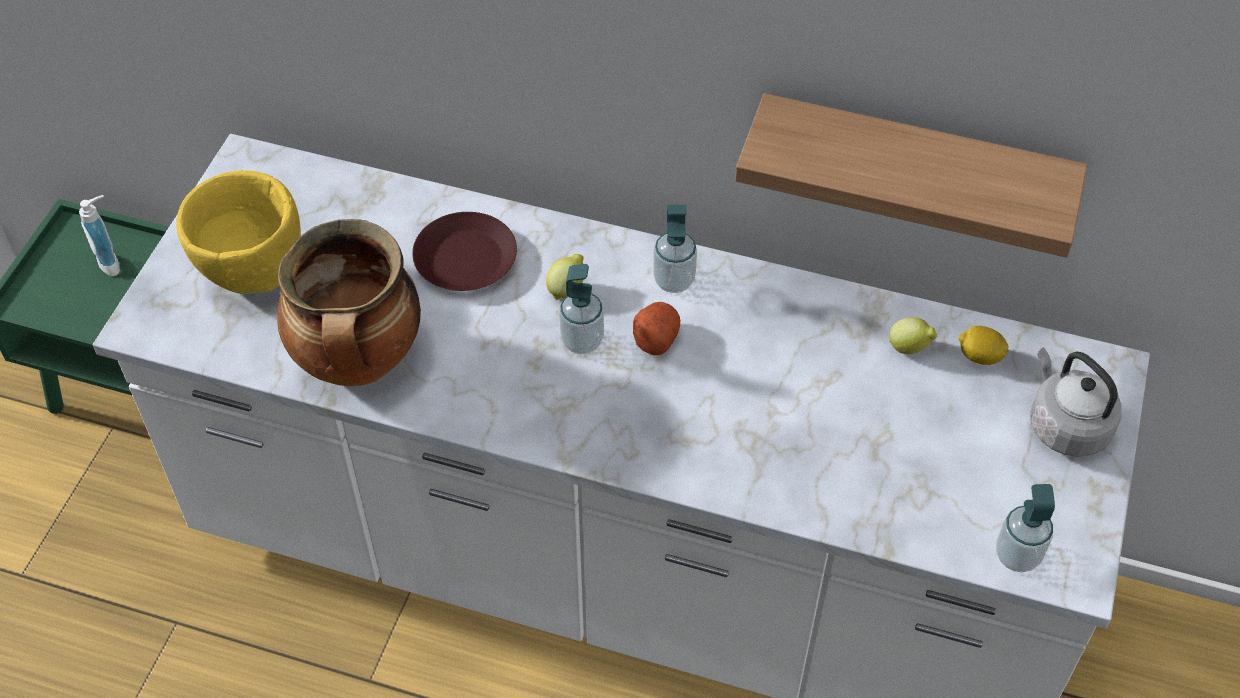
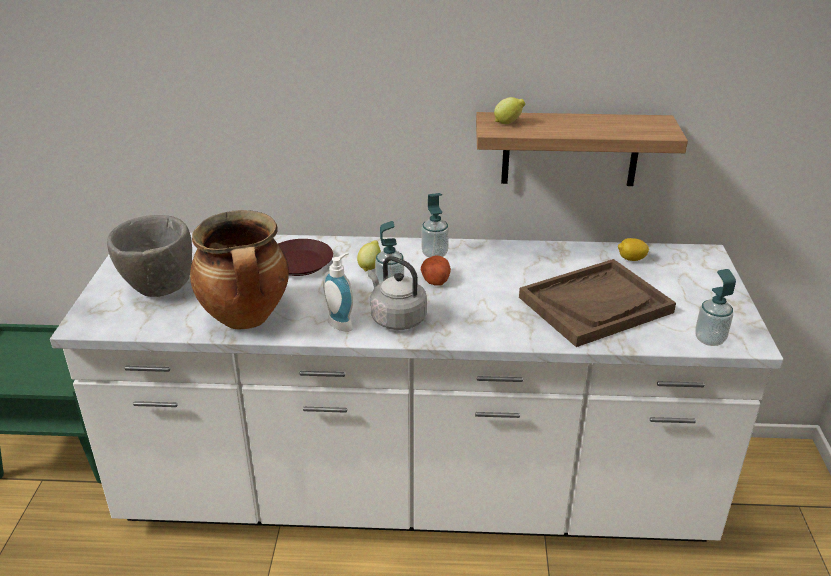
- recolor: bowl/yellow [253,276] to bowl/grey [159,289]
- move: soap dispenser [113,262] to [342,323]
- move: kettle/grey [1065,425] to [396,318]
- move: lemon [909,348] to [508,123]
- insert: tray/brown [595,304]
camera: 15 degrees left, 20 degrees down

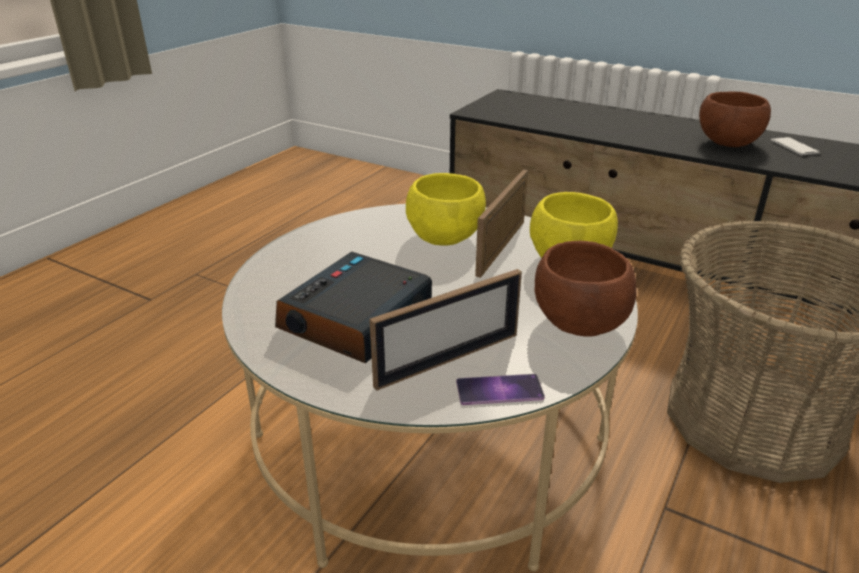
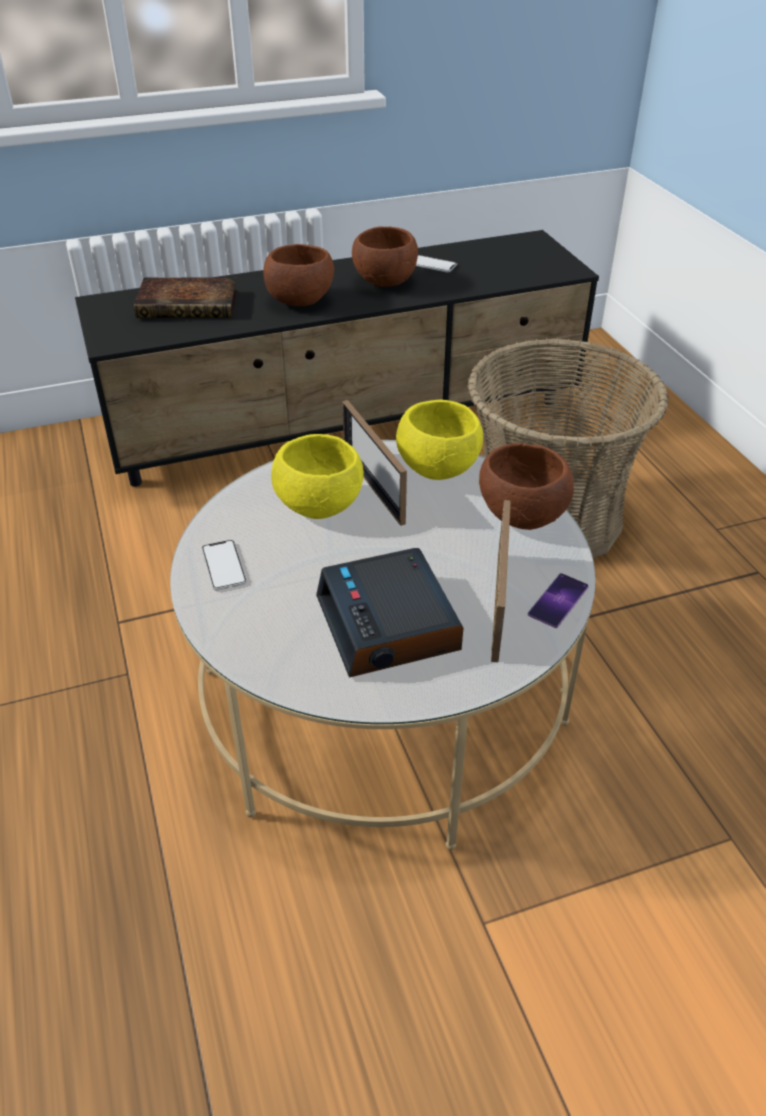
- insert: book [191,304]
- insert: phone [224,566]
- insert: bowl/brown [299,301]
camera: 50 degrees left, 10 degrees up

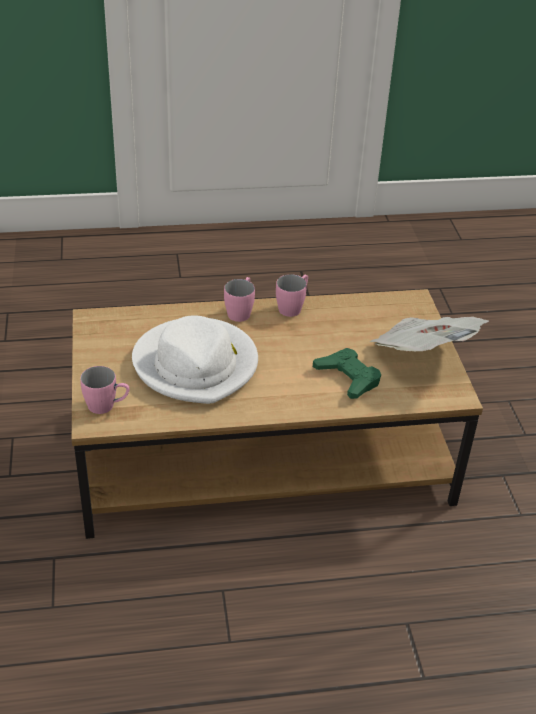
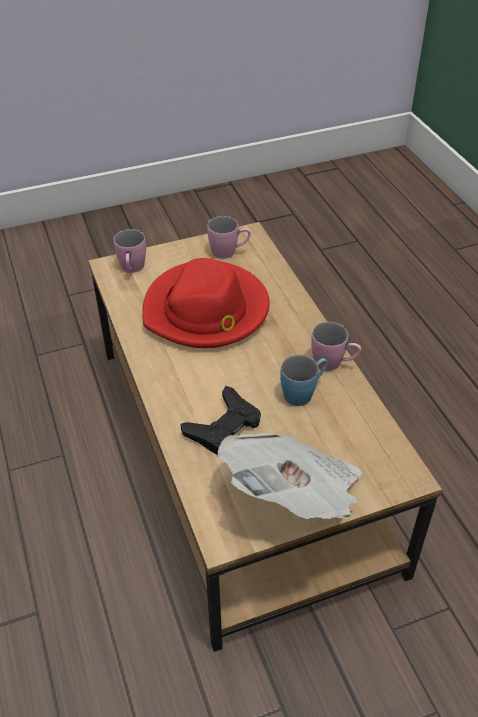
- recolor: hat/white [196,364] to hat/red [206,310]
- recolor: game controller/green [348,377] to game controller/black [224,427]
- move: mug/pink [240,311] to [229,252]
- insert: mug/blue [303,392]
camera: 80 degrees right, 5 degrees up

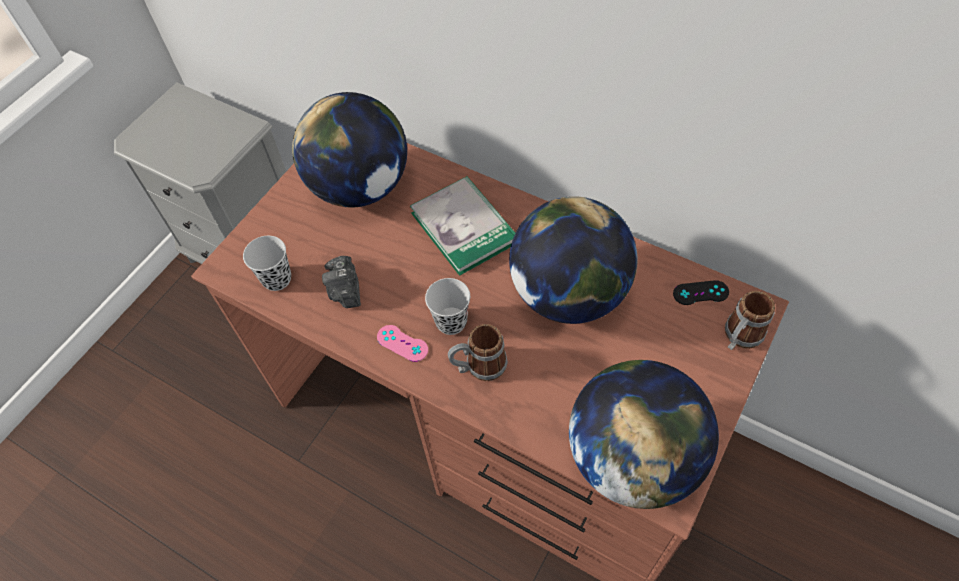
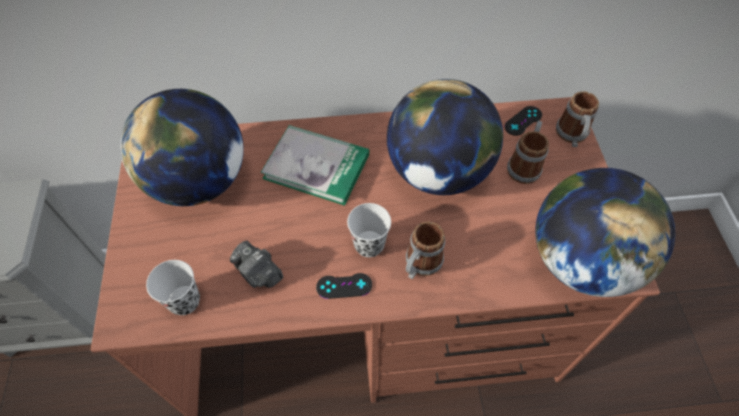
- recolor: game controller/pink [402,343] to game controller/black [344,286]
- insert: mug [525,165]
camera: 40 degrees left, 0 degrees up

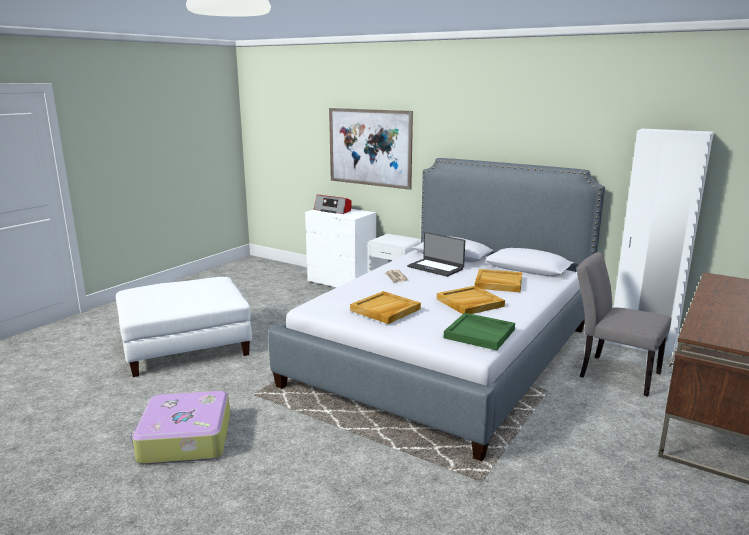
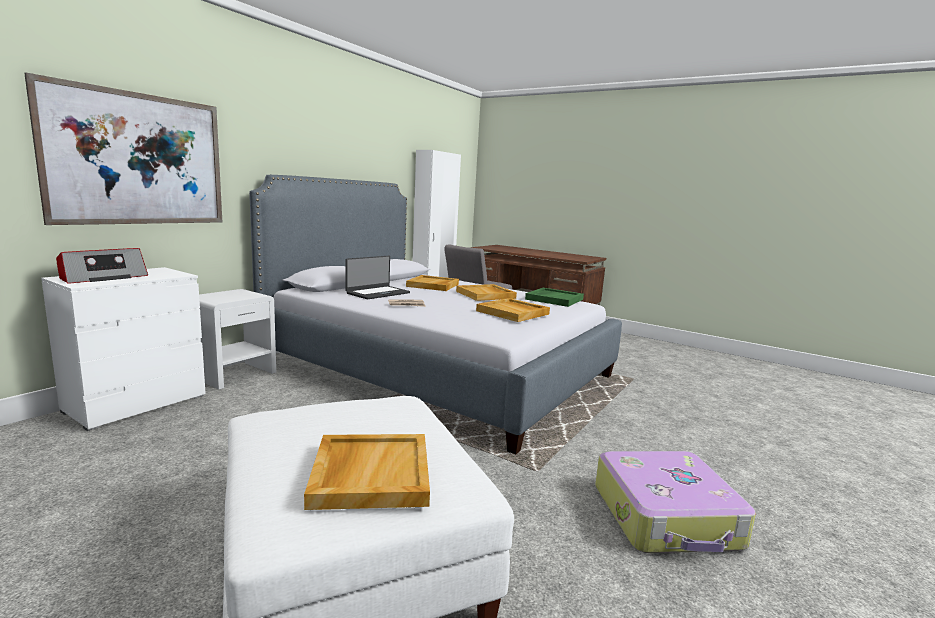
- insert: tray/beige [370,474]
camera: 90 degrees left, 5 degrees down

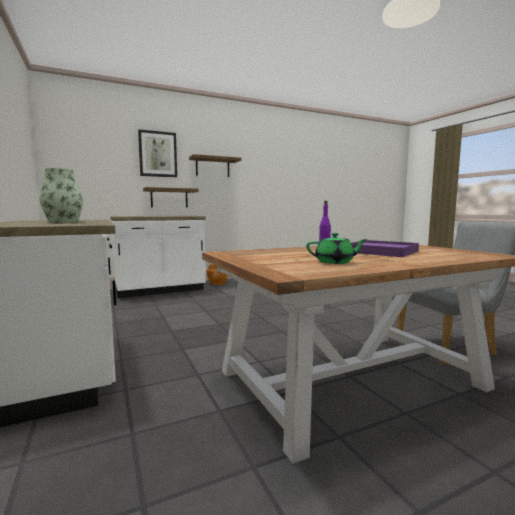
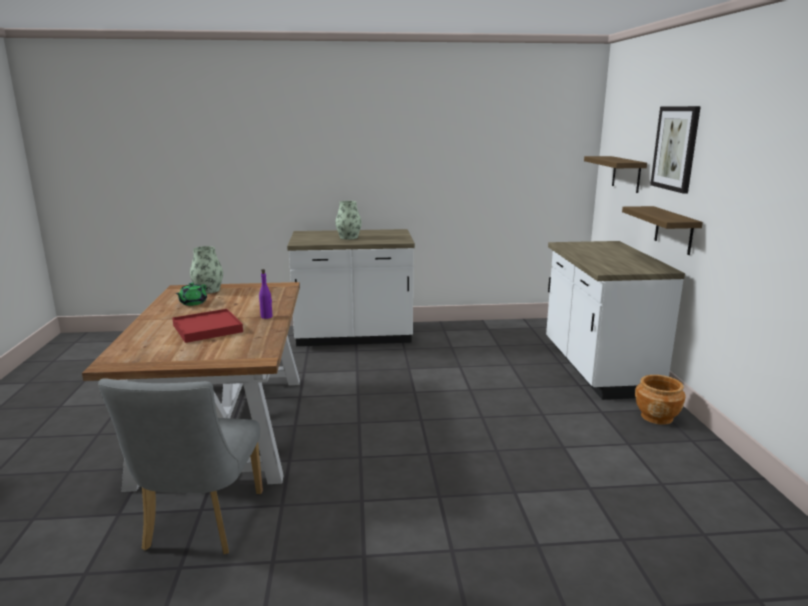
- recolor: tray/purple [381,252] to tray/red [208,328]
- insert: vase [208,290]
- move: shelf [212,167] to [626,174]
camera: 110 degrees right, 10 degrees up

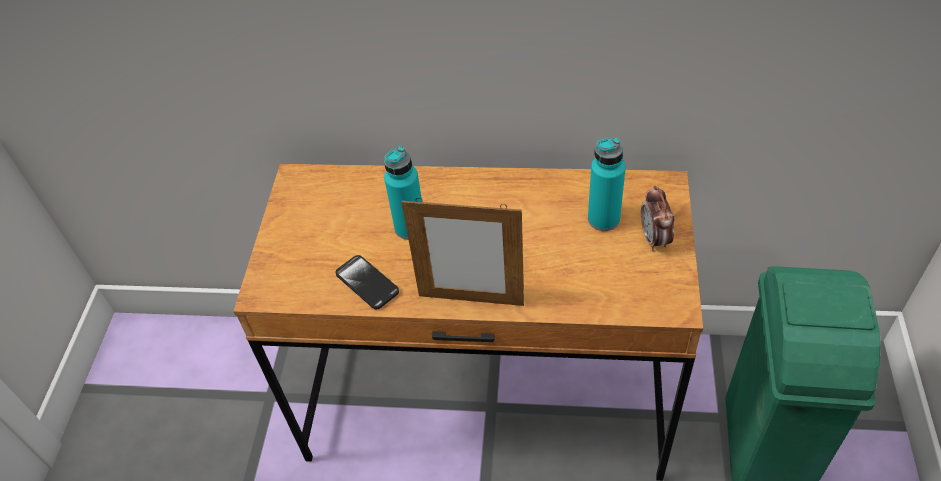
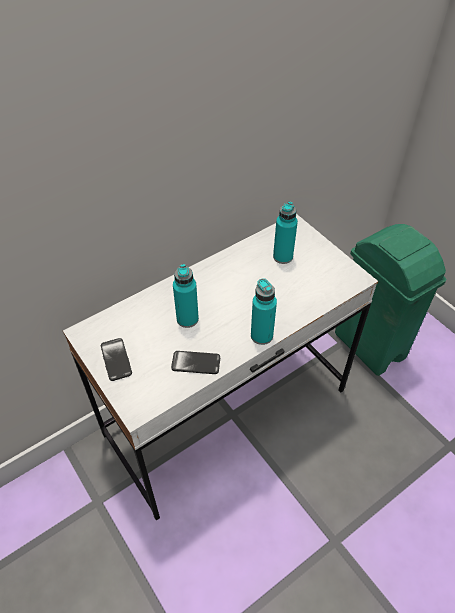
- recolor: desk/brown [487,400] to desk/white [227,412]
- insert: phone [116,360]
- replace: picture frame [471,300] to bottle/turquoise [261,335]
- delete: alarm clock [654,239]
camera: 45 degrees left, 0 degrees up

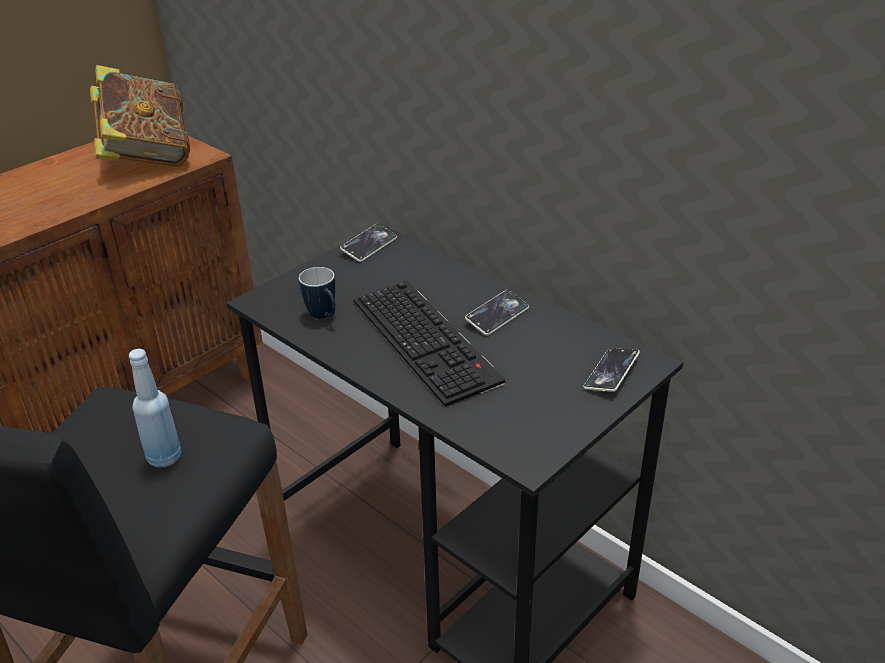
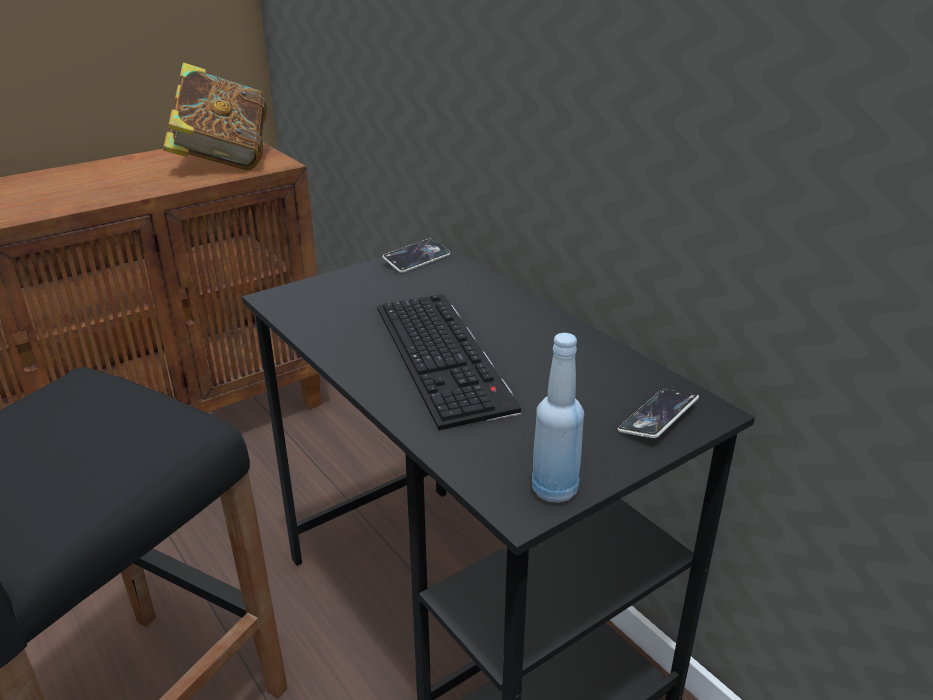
- move: bottle/blue [164,457] to [554,490]
- delete: mug [324,316]
- delete: phone [497,316]
camera: 10 degrees right, 5 degrees down

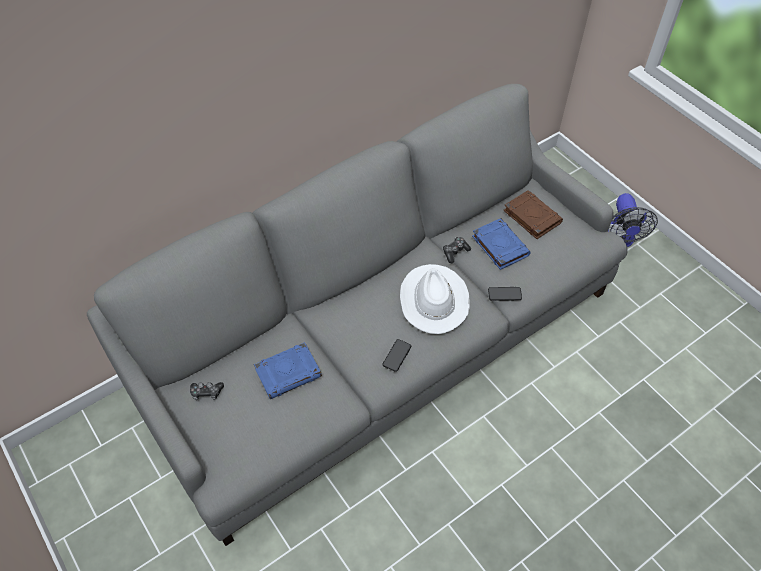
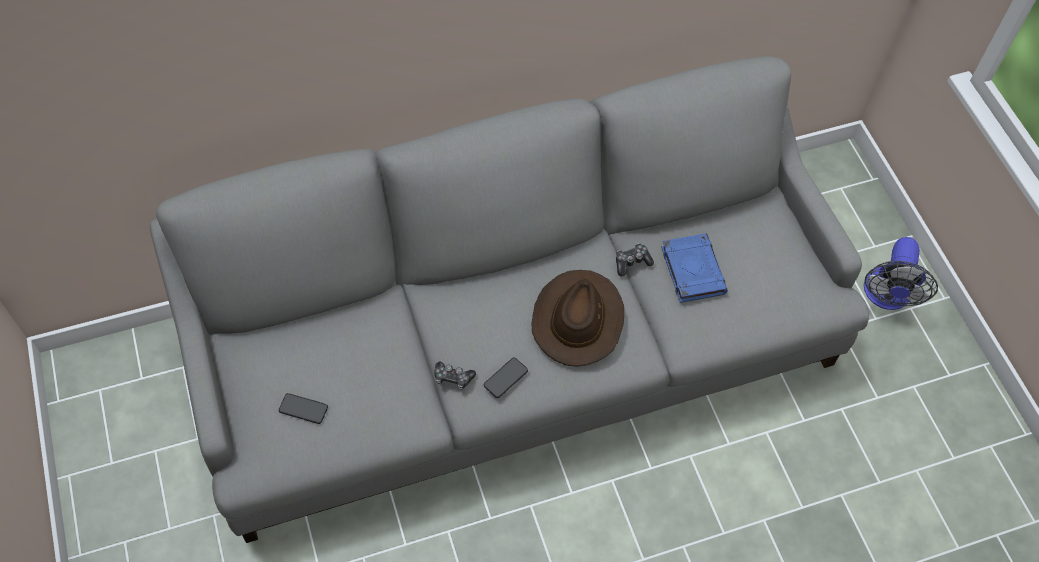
- move: phone [504,294] to [303,409]
- move: game controller [206,393] to [453,378]
- recolor: hat/white [433,300] to hat/brown [577,319]
- delete: book/blue [289,373]
- delete: book/brown [531,216]
camera: 15 degrees right, 5 degrees up

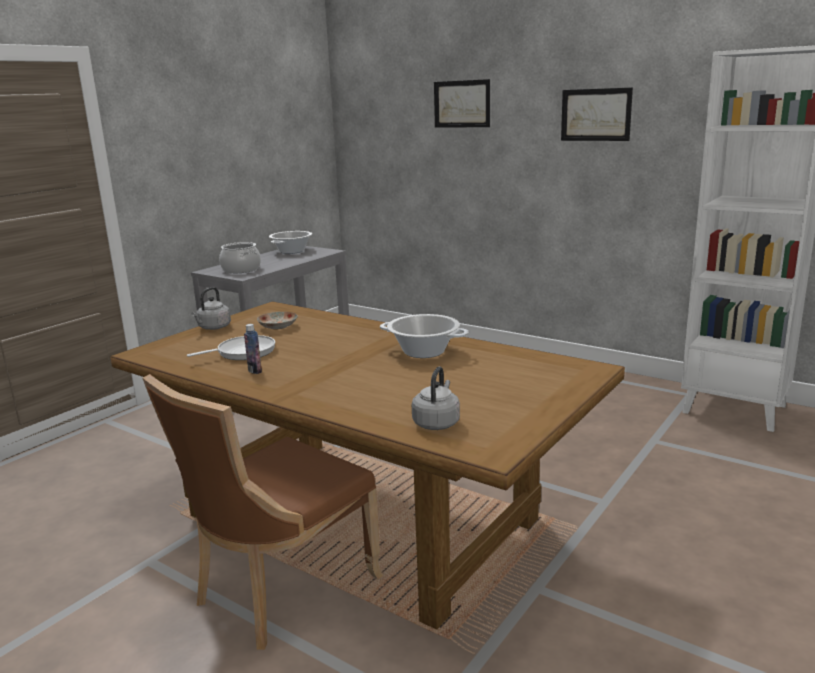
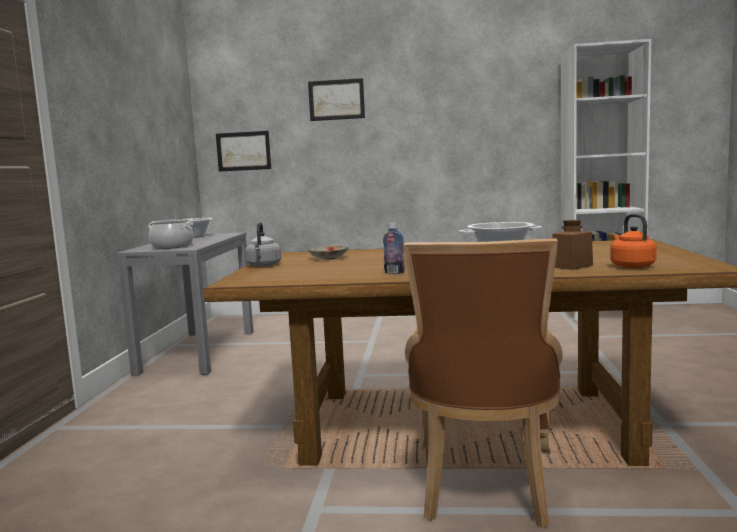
- move: picture [595,115] to [243,151]
- insert: jar/brown [572,266]
- recolor: kettle/grey [437,422] to kettle/orange [631,266]
- delete: frying pan [243,352]
camera: 30 degrees left, 10 degrees down

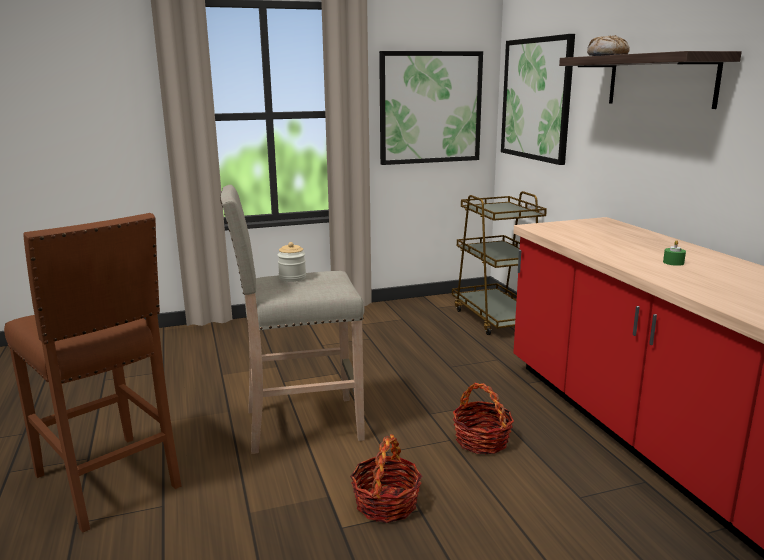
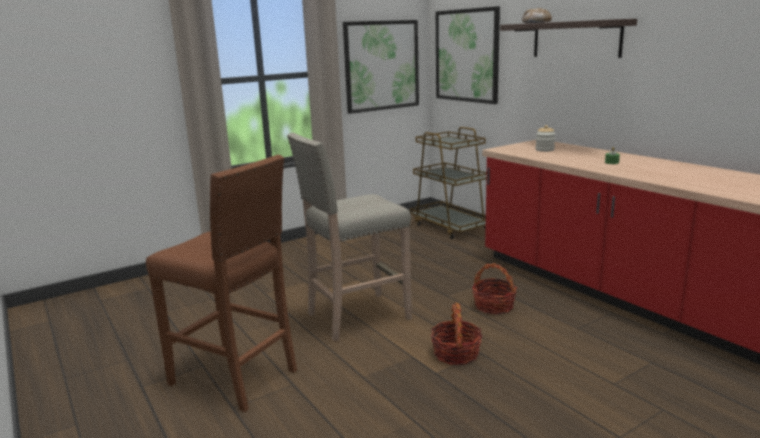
- move: jar [292,278] to [544,150]
camera: 15 degrees left, 0 degrees up

